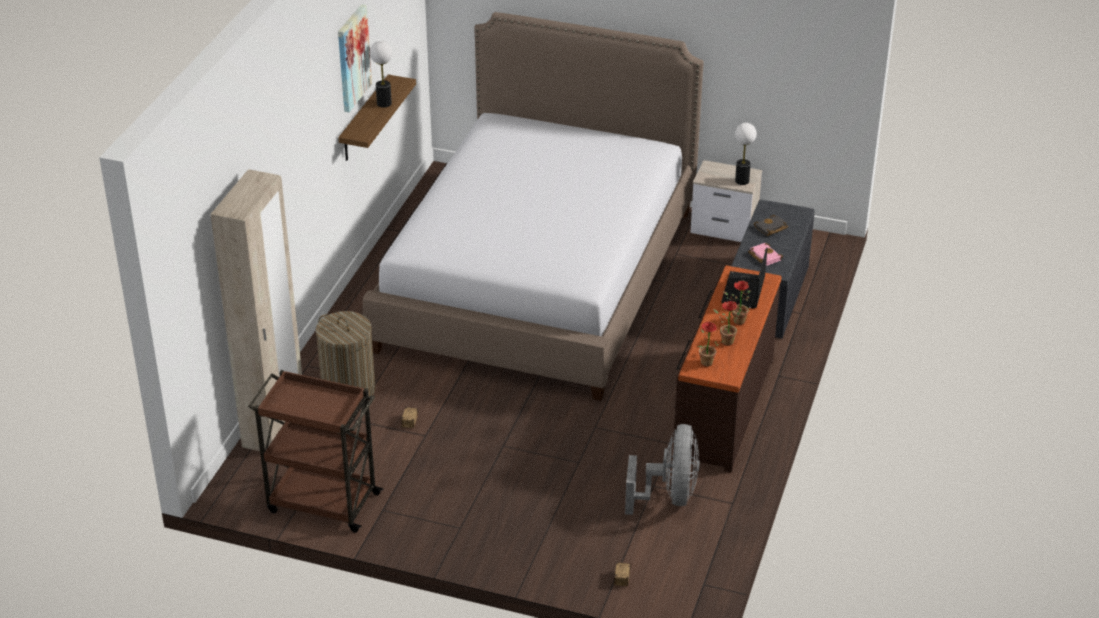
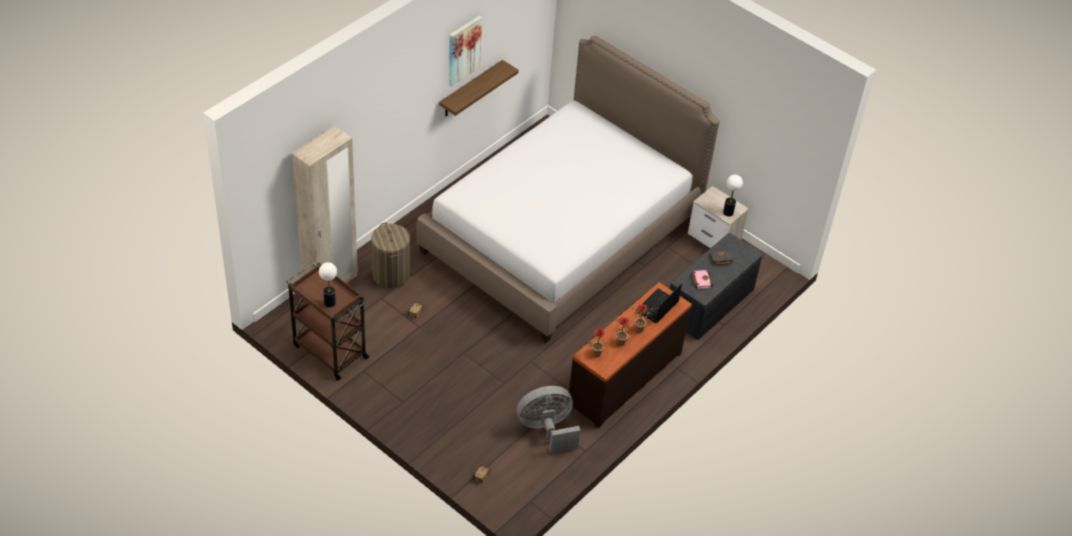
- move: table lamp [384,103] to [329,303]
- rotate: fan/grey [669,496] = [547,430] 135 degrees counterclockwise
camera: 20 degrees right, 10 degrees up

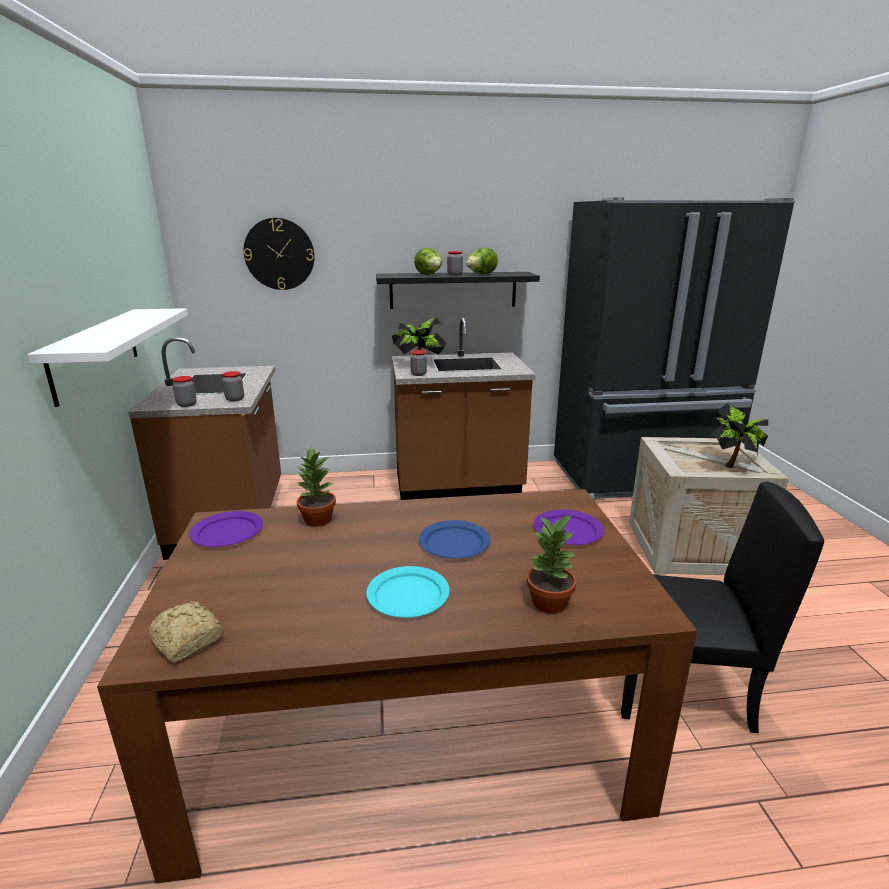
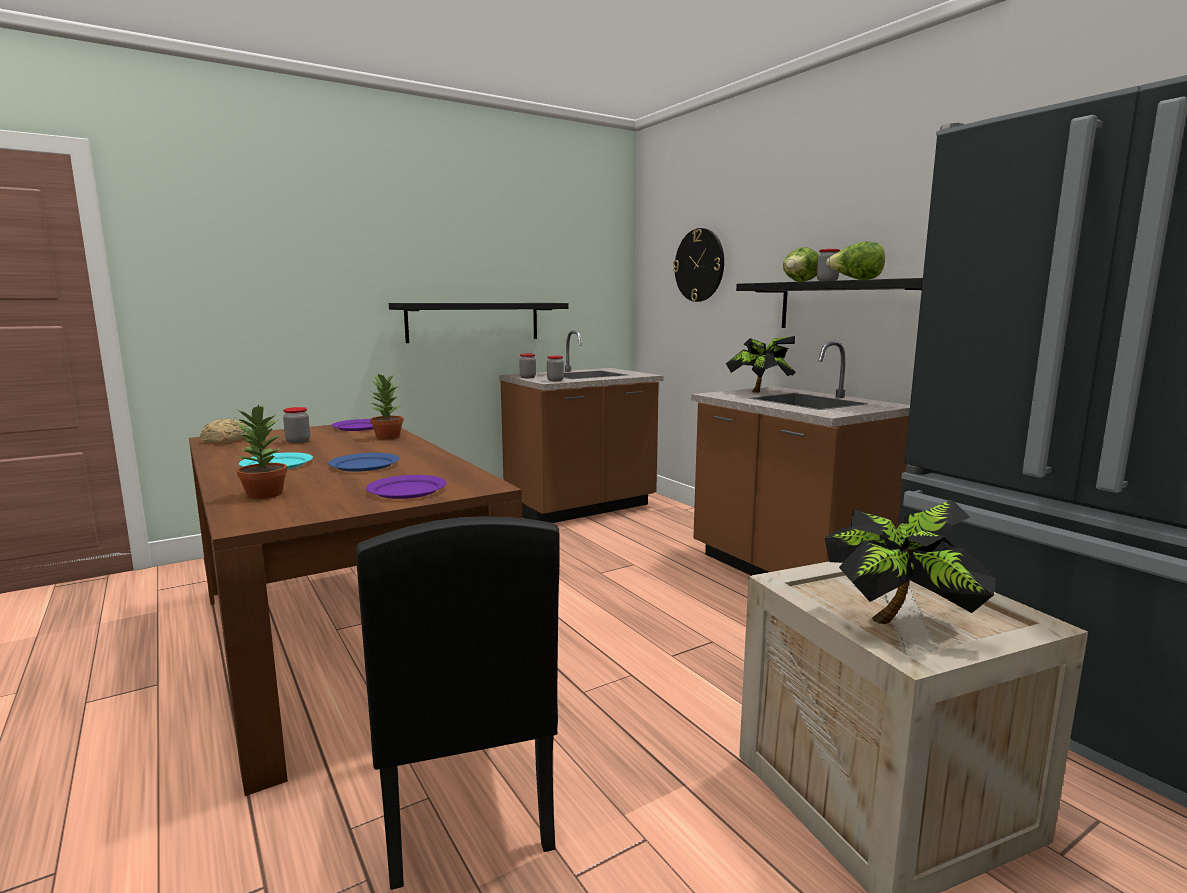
- move: jar [418,374] to [298,441]
- recolor: shelf/white [95,353] to shelf/black [473,322]
camera: 65 degrees right, 10 degrees down

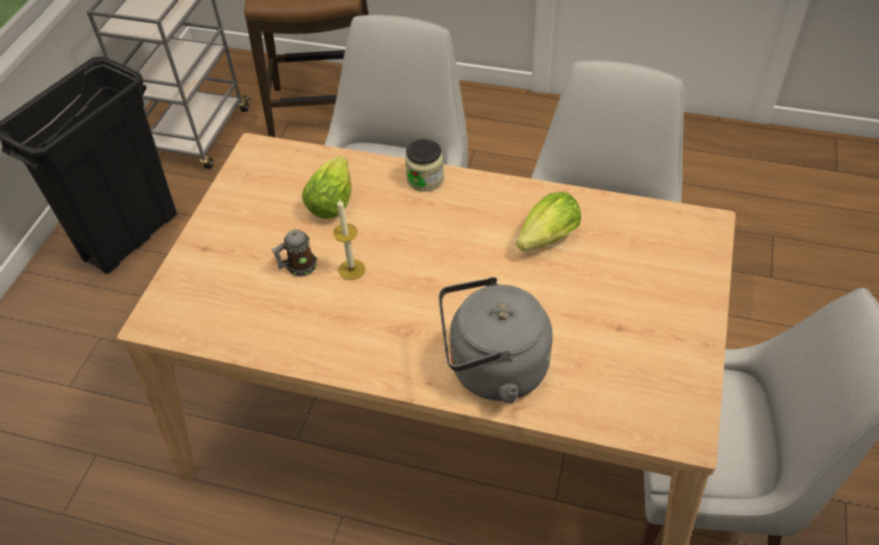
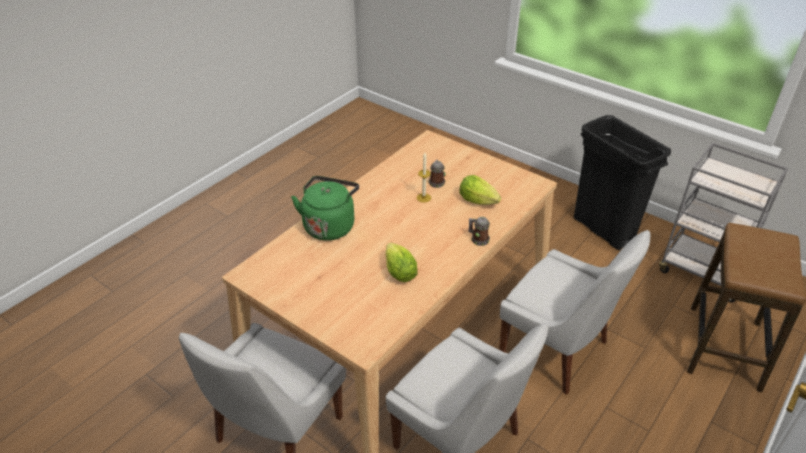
- recolor: kettle/grey [492,369] to kettle/green [329,225]
- replace: jar [425,179] to mug [478,239]
camera: 110 degrees right, 10 degrees down

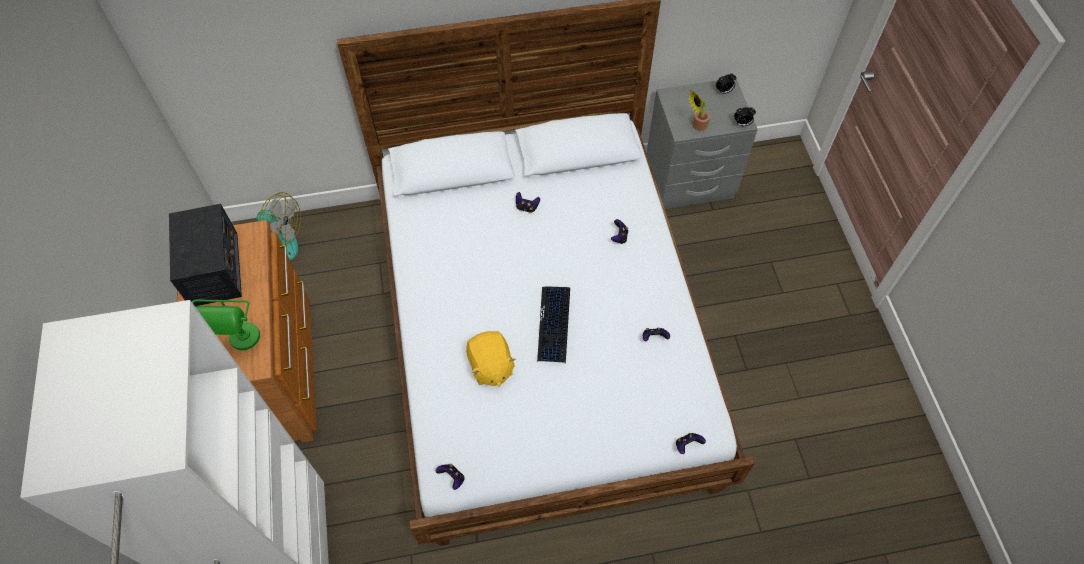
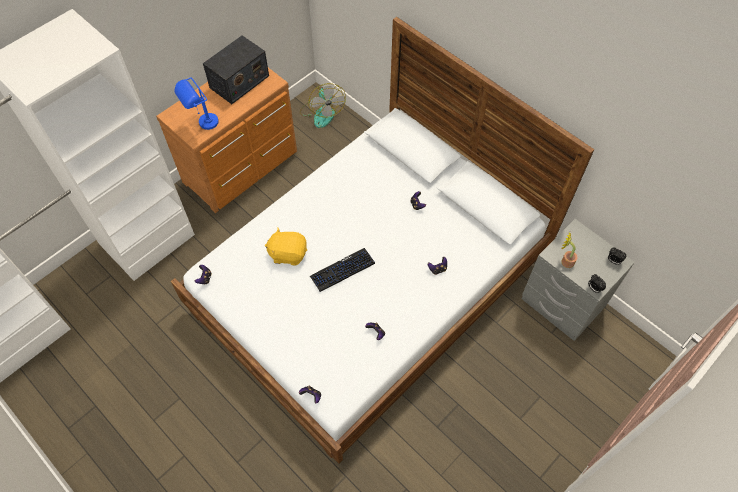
- recolor: table lamp/green [244,346] to table lamp/blue [203,125]
- rotate: plush toy/yellow [490,366] = [288,253] 60 degrees clockwise
camera: 55 degrees right, 0 degrees up

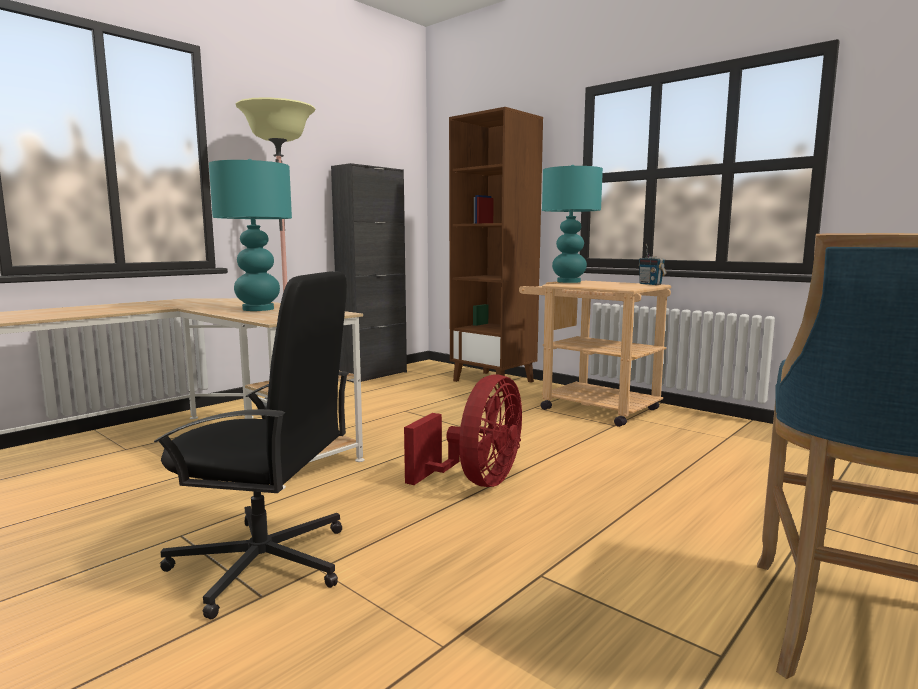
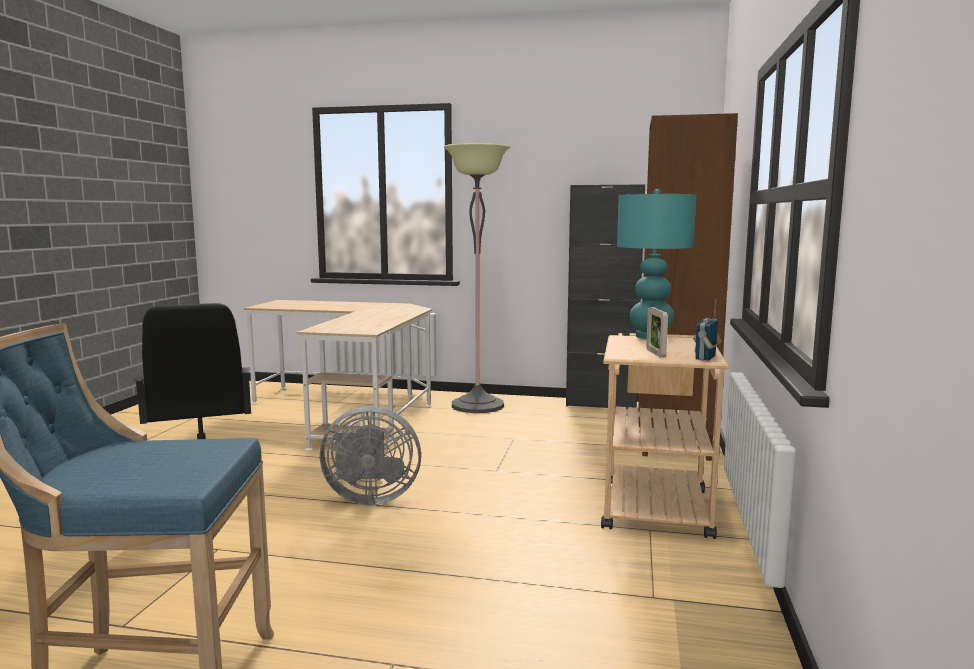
- recolor: fan/red [477,481] to fan/grey [370,497]
- insert: picture frame [655,353]
- delete: table lamp/turquoise [258,309]
camera: 60 degrees right, 0 degrees up

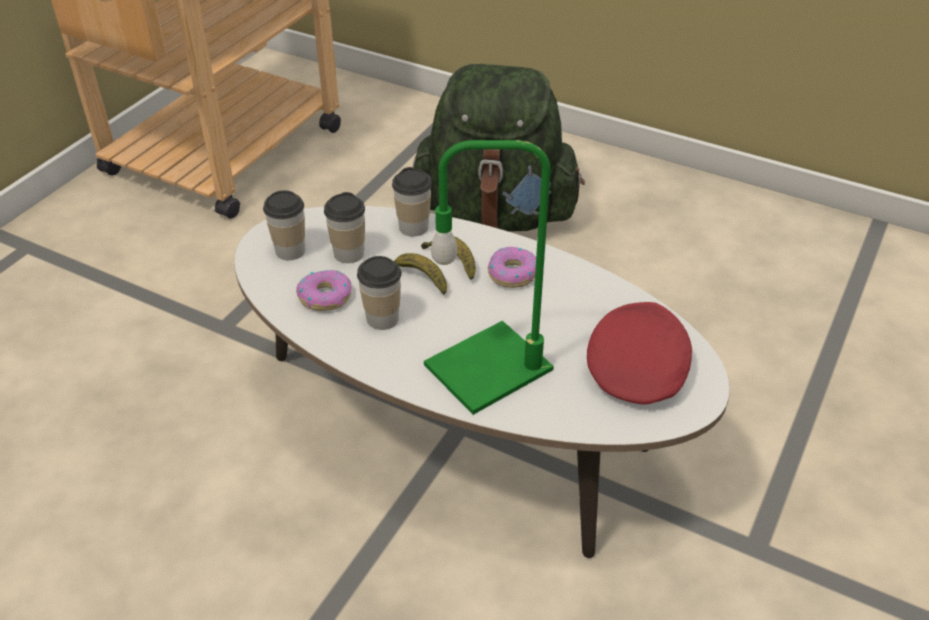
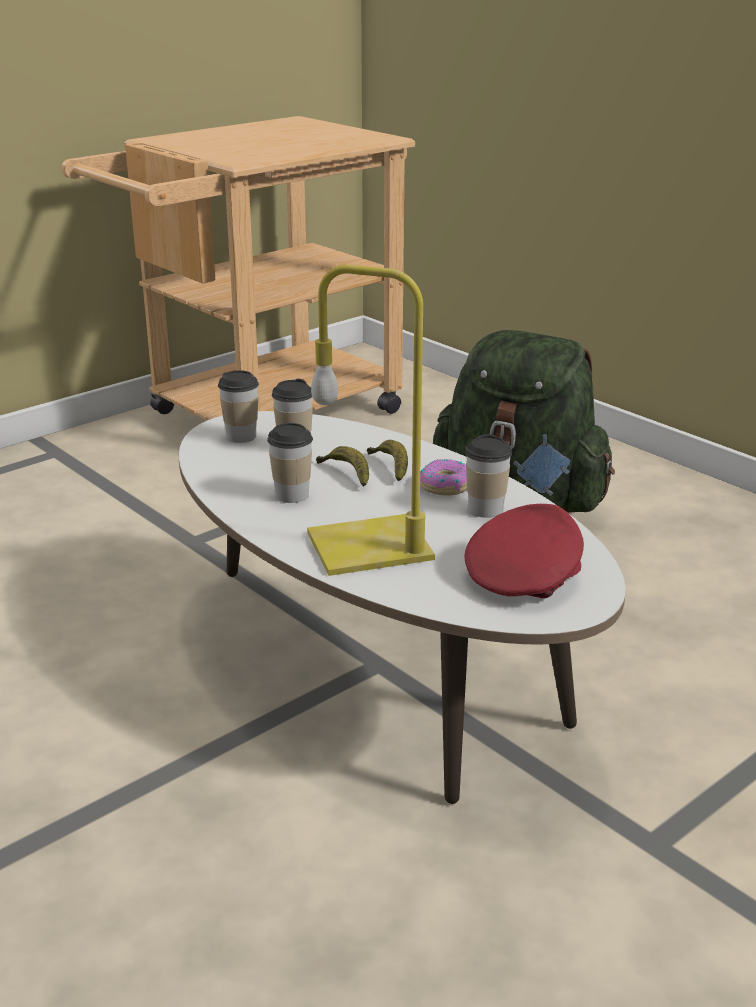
- recolor: table lamp/green [490,365] to table lamp/yellow [372,545]
- move: cup [413,227] to [485,509]
- delete: donut [325,296]
camera: 20 degrees right, 15 degrees down

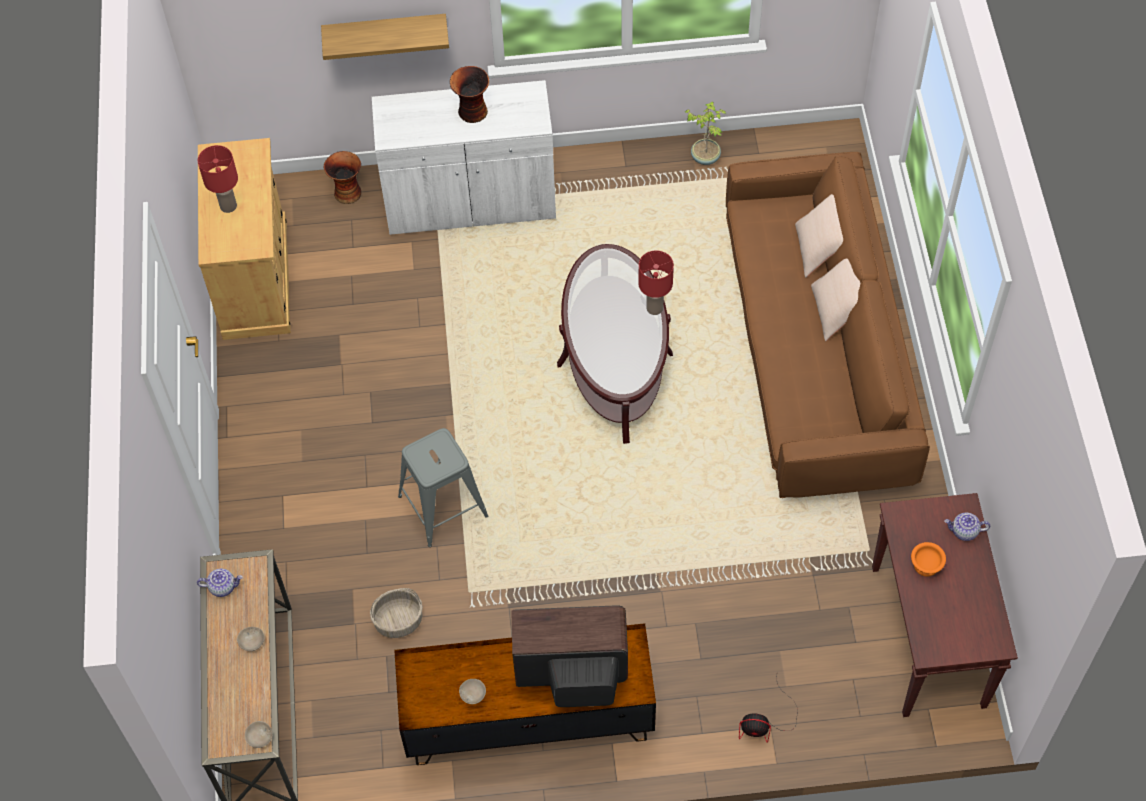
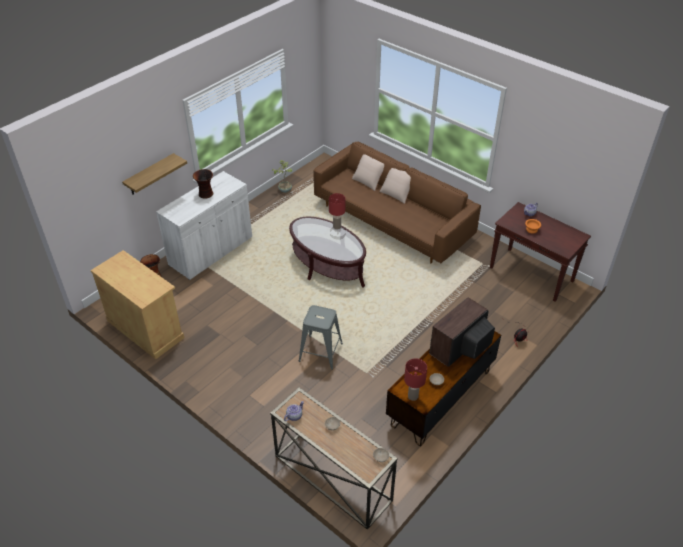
- move: table lamp/red [228,206] to [413,396]
- delete: basket [398,621]
camera: 45 degrees left, 15 degrees down

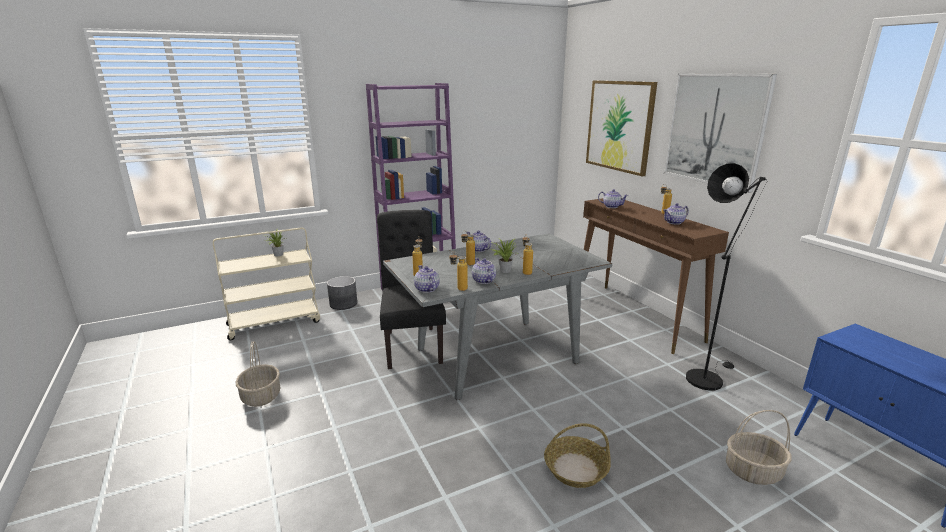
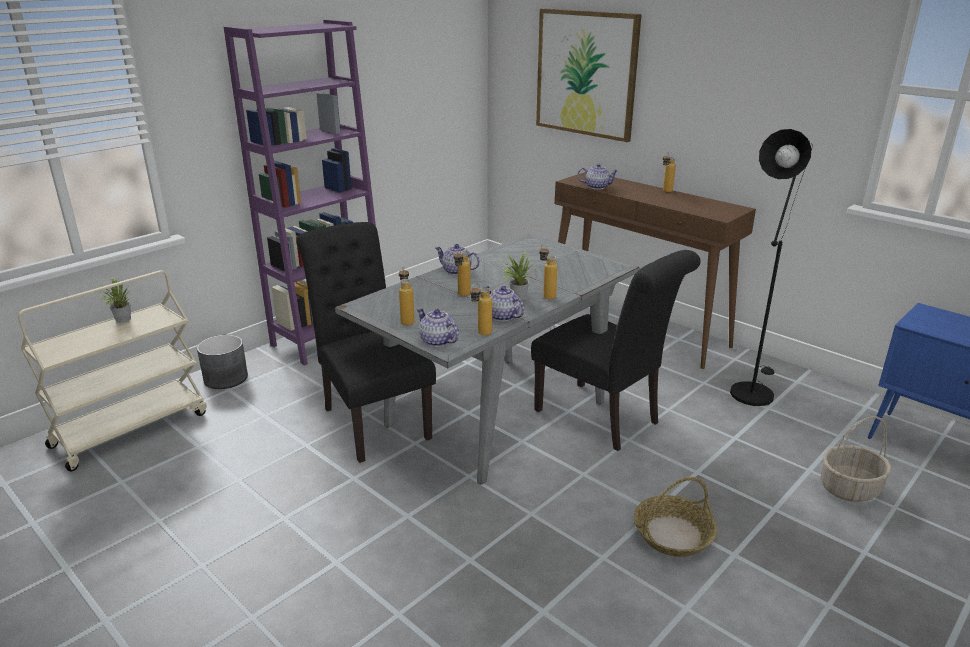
- insert: chair/black [603,419]
- delete: basket [261,396]
- delete: teapot [674,222]
- delete: picture [715,129]
camera: 20 degrees left, 5 degrees up

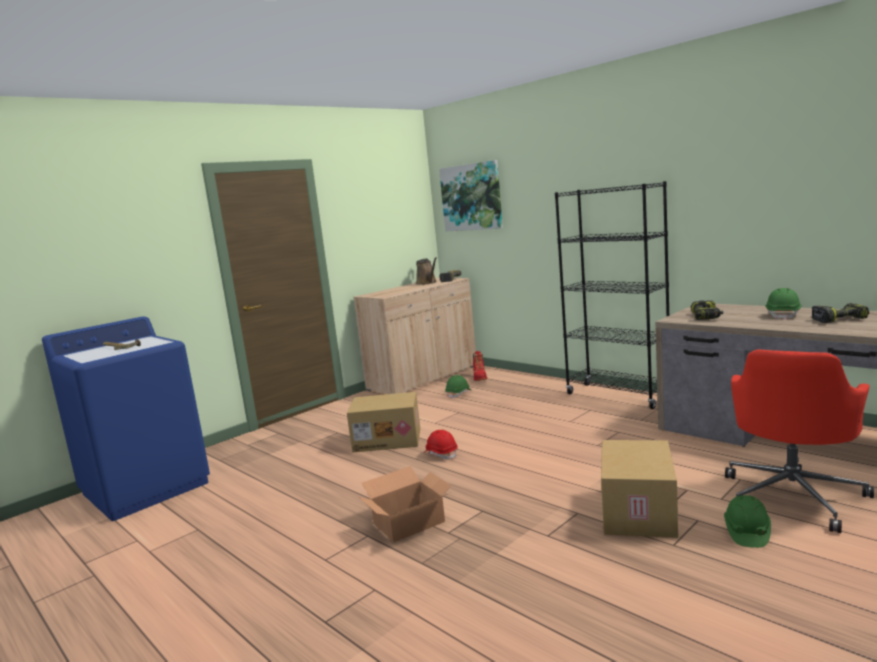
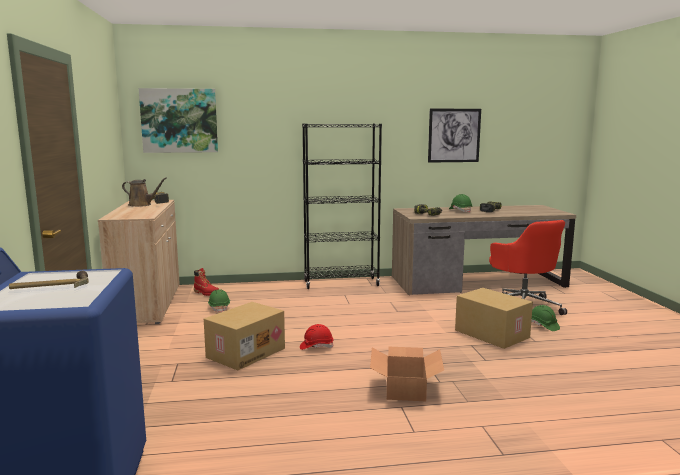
- insert: picture [454,135]
camera: 55 degrees left, 0 degrees up

